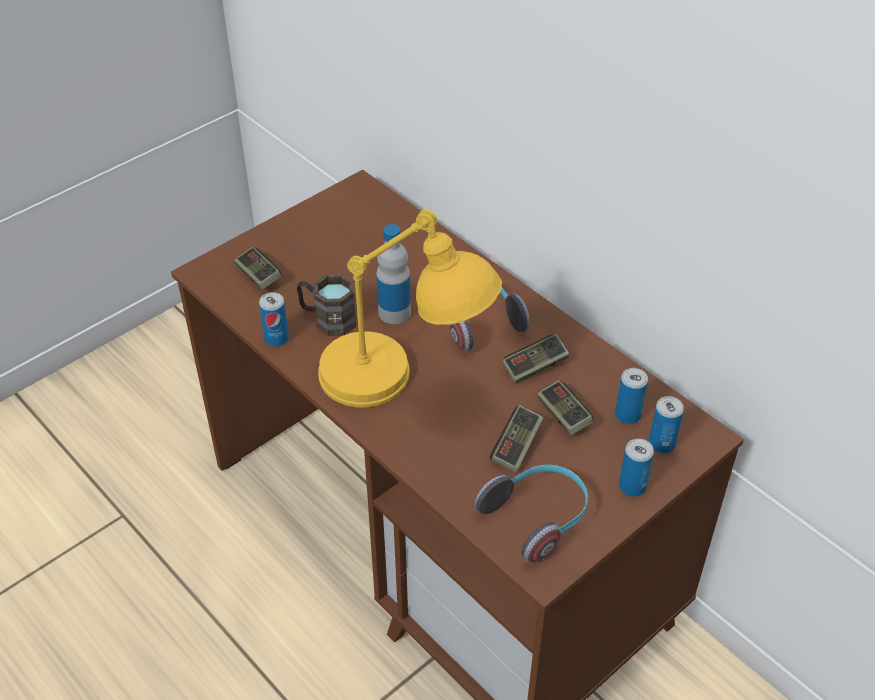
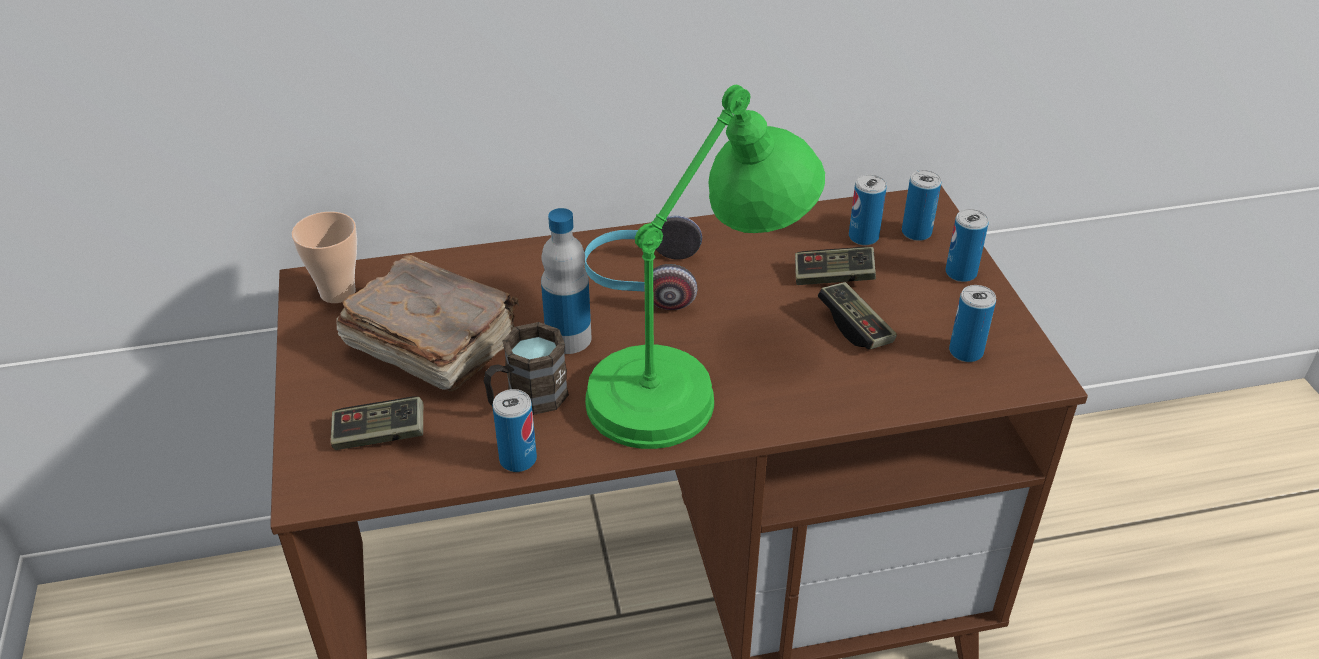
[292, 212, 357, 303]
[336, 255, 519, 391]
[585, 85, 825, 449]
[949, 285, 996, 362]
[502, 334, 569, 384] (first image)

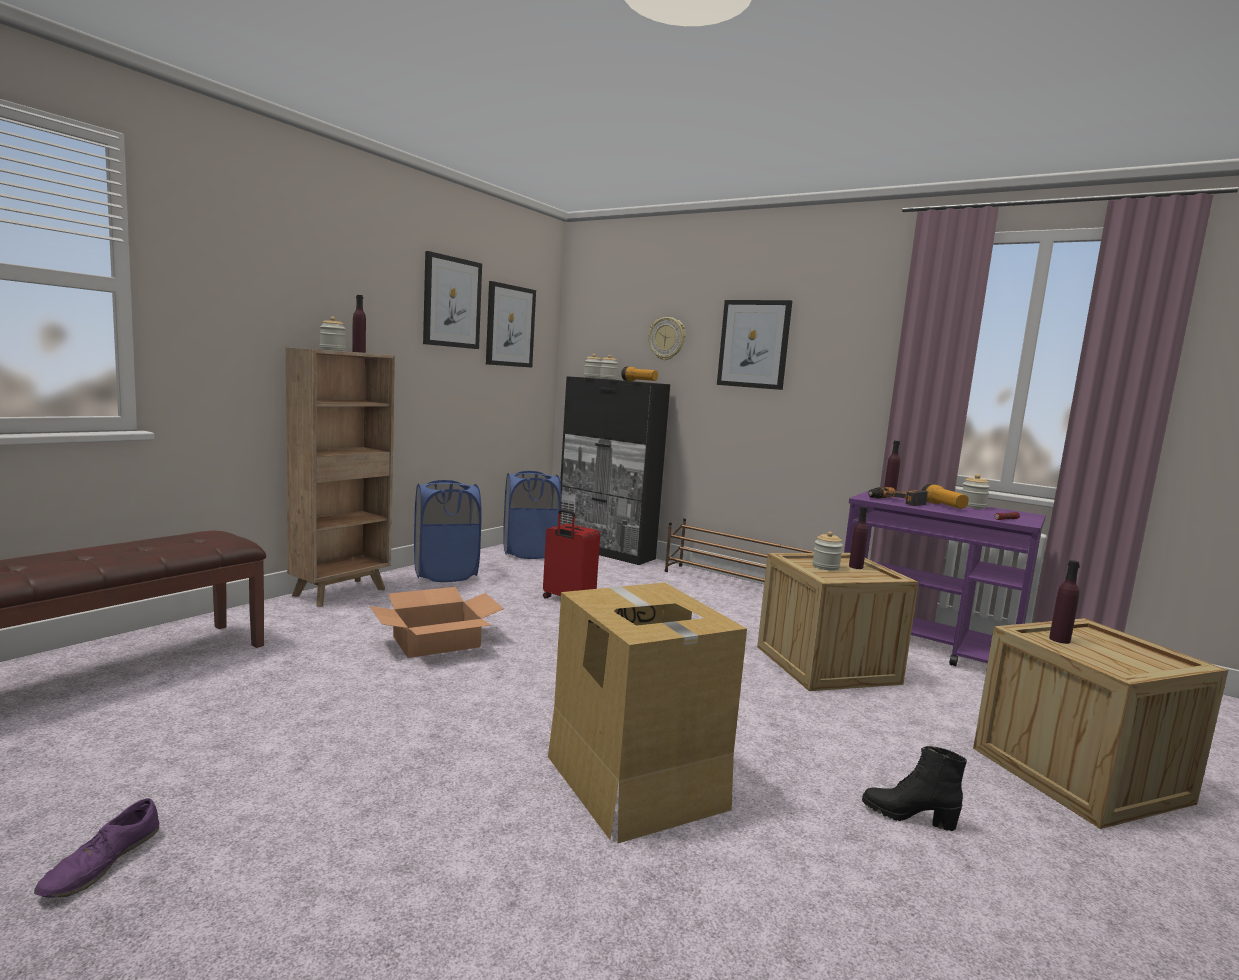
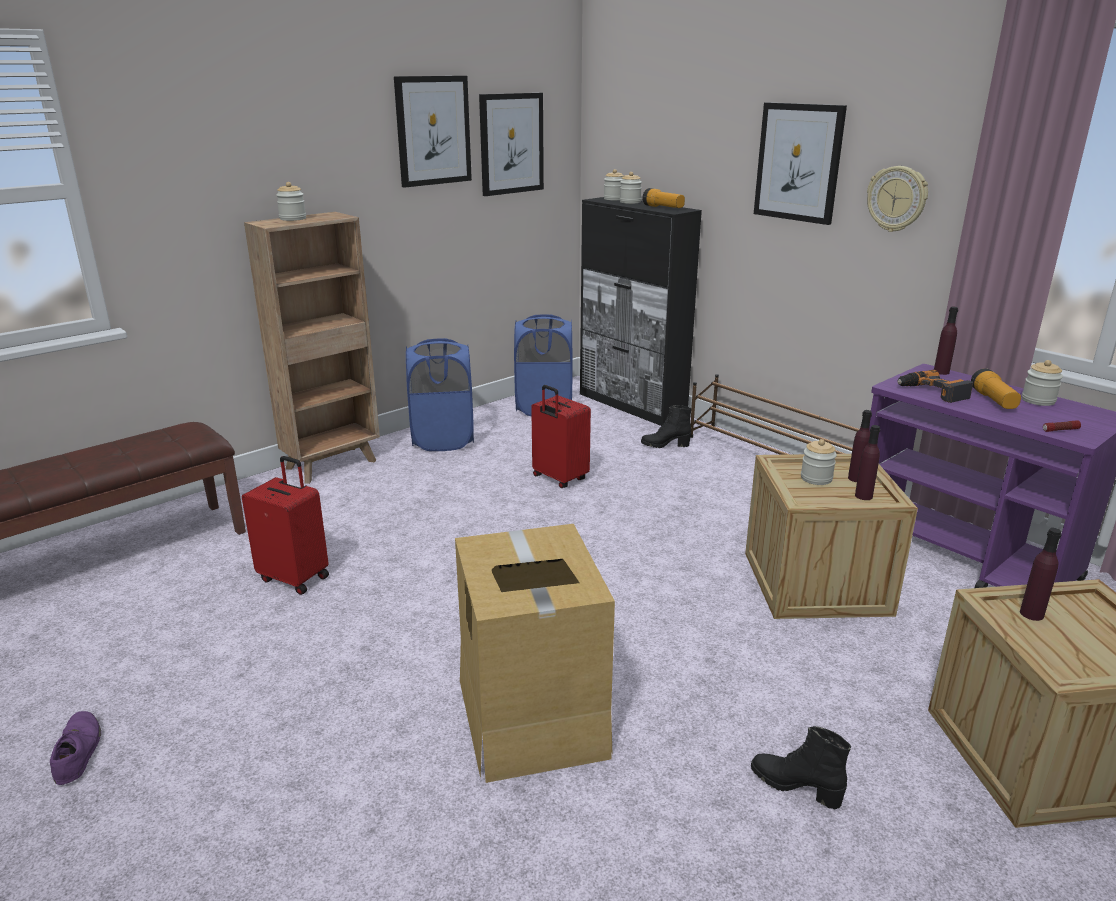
[50, 711, 101, 785]
[242, 456, 329, 595]
[641, 405, 692, 448]
[855, 425, 880, 500]
[867, 166, 928, 232]
[370, 587, 504, 658] (first image)

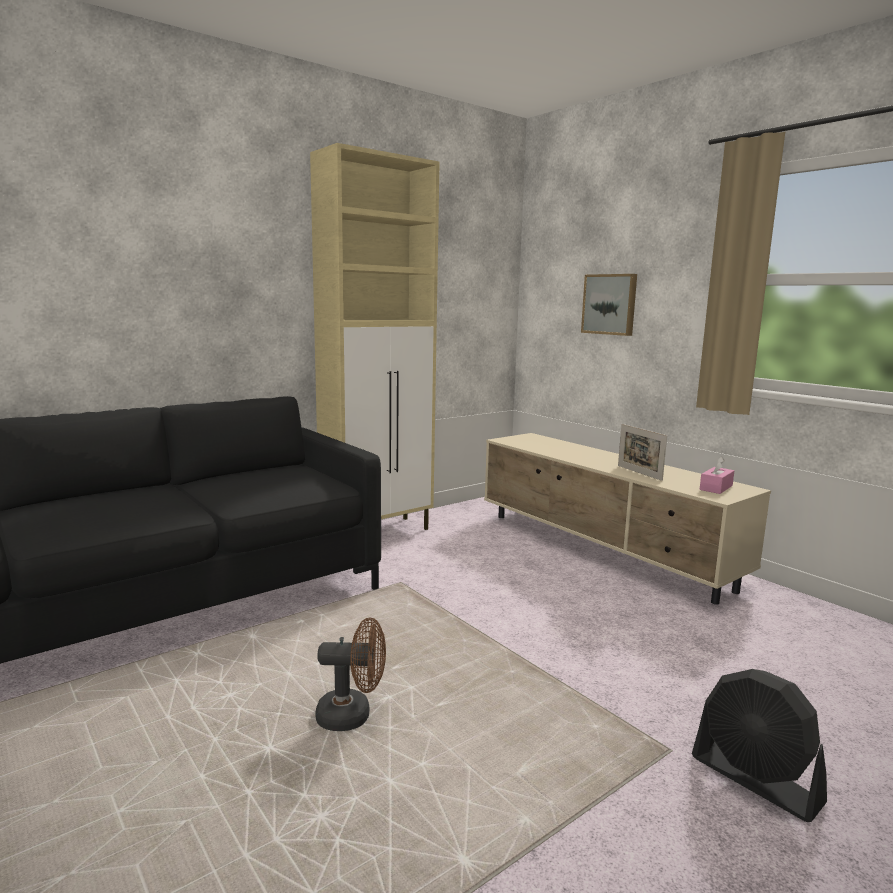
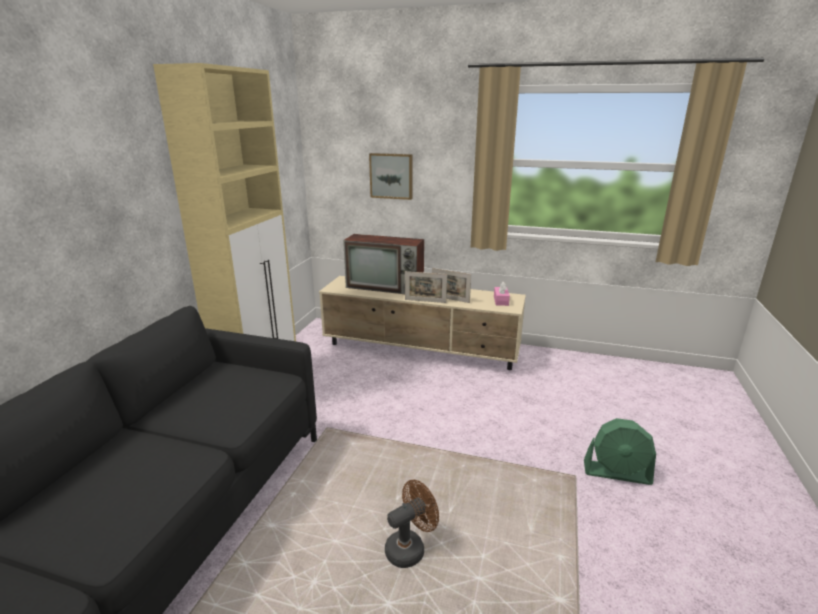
[343, 234, 424, 294]
[405, 271, 447, 303]
[584, 418, 656, 485]

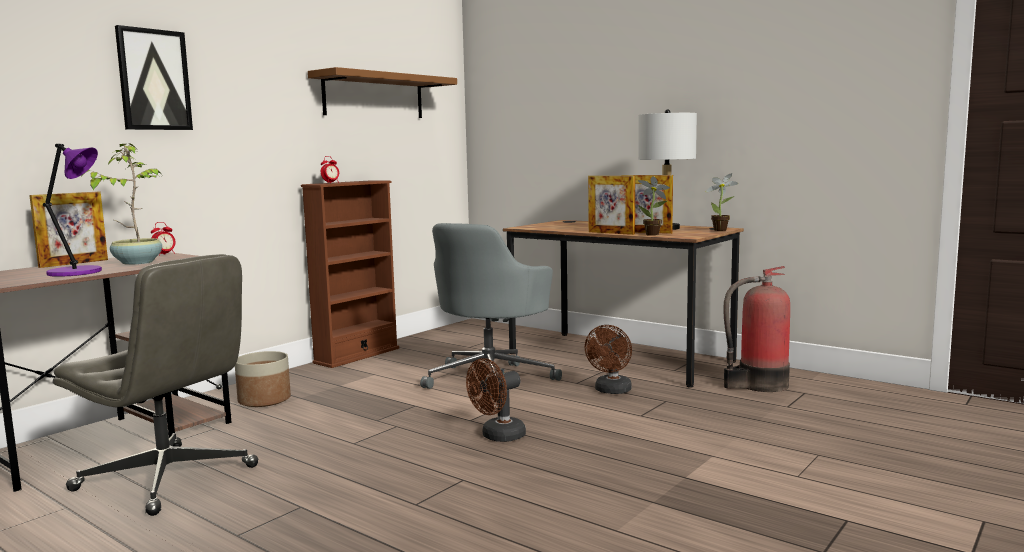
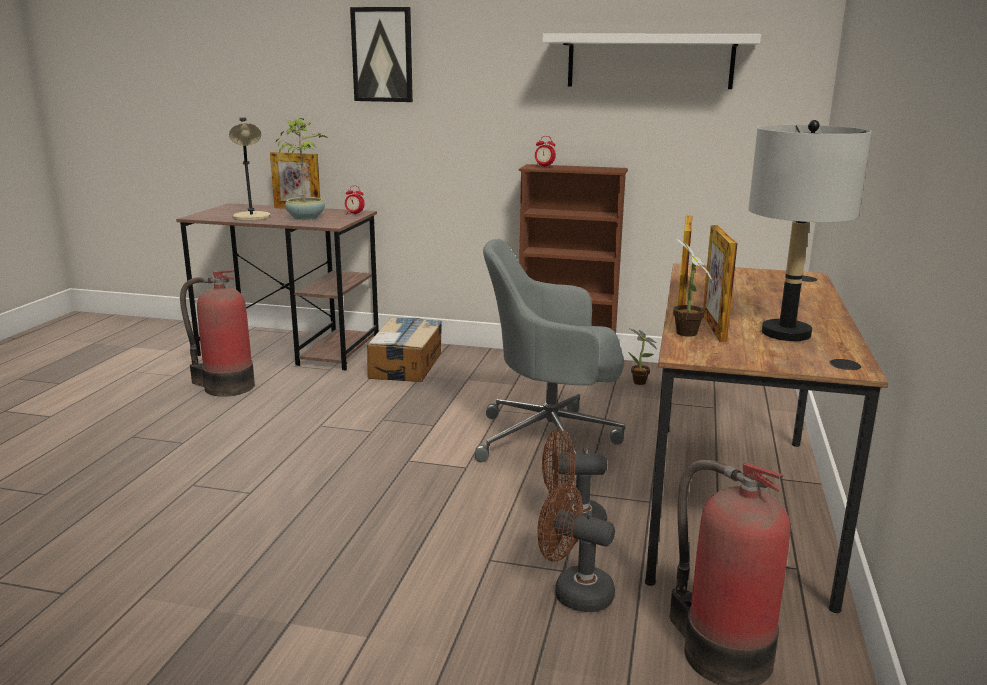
[180, 270, 255, 397]
[229, 118, 271, 221]
[367, 318, 442, 382]
[537, 483, 615, 613]
[542, 33, 761, 89]
[628, 328, 657, 385]

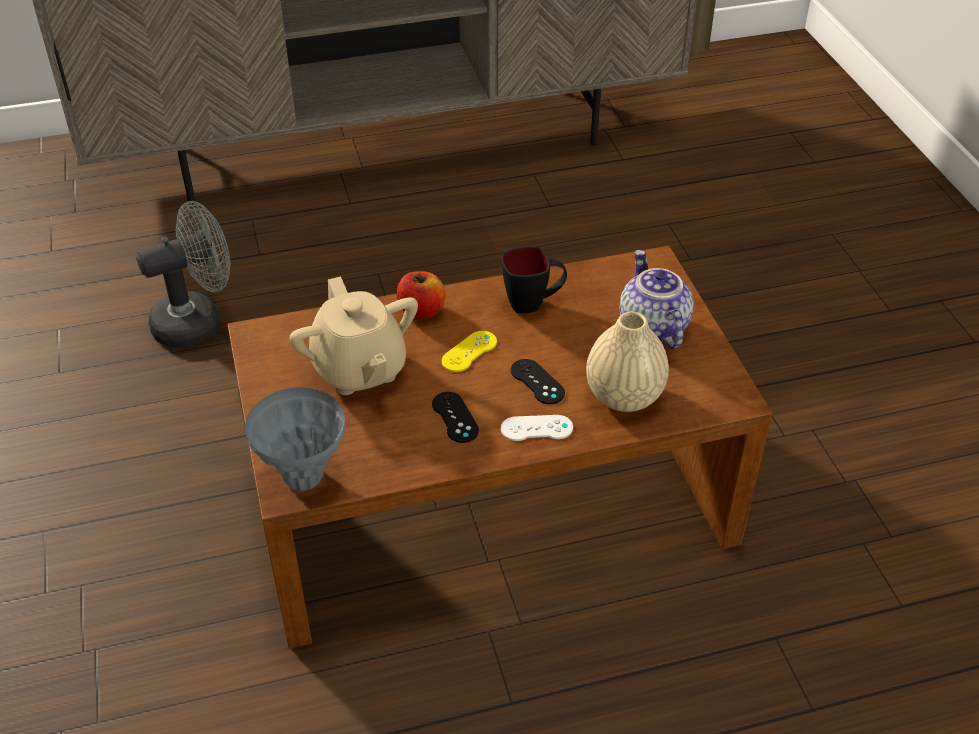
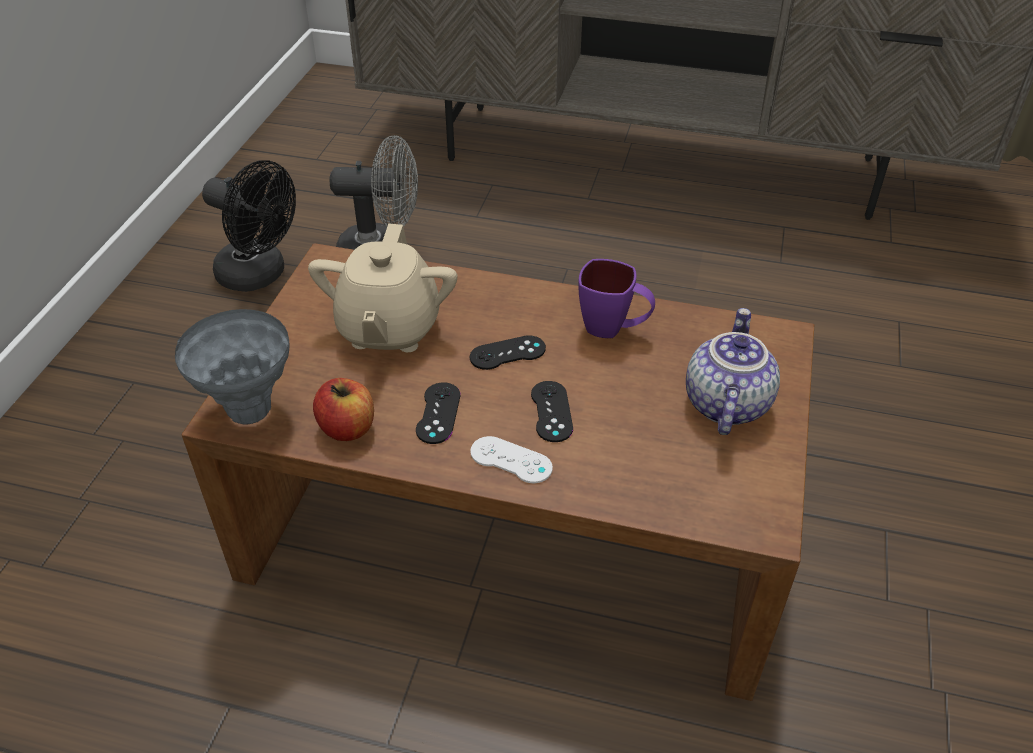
[202, 160, 296, 292]
[313, 378, 374, 441]
[470, 335, 546, 370]
[578, 259, 655, 338]
[586, 312, 669, 412] (first image)

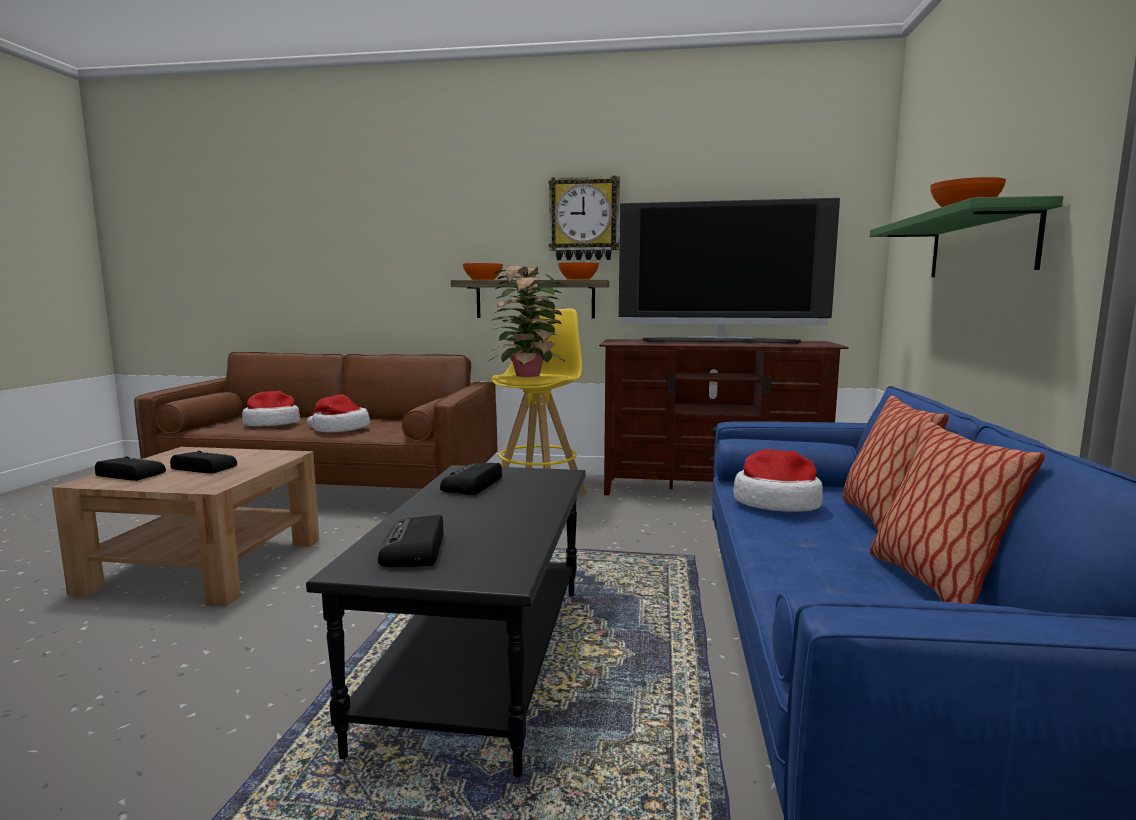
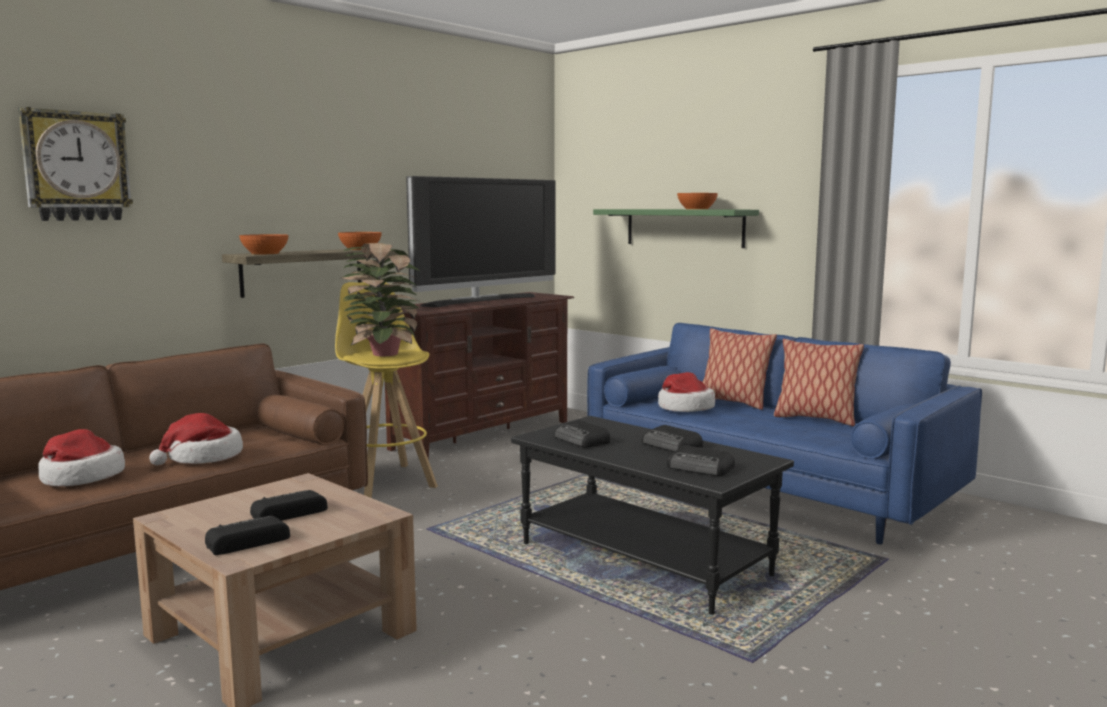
[18, 107, 133, 221]
[642, 425, 703, 452]

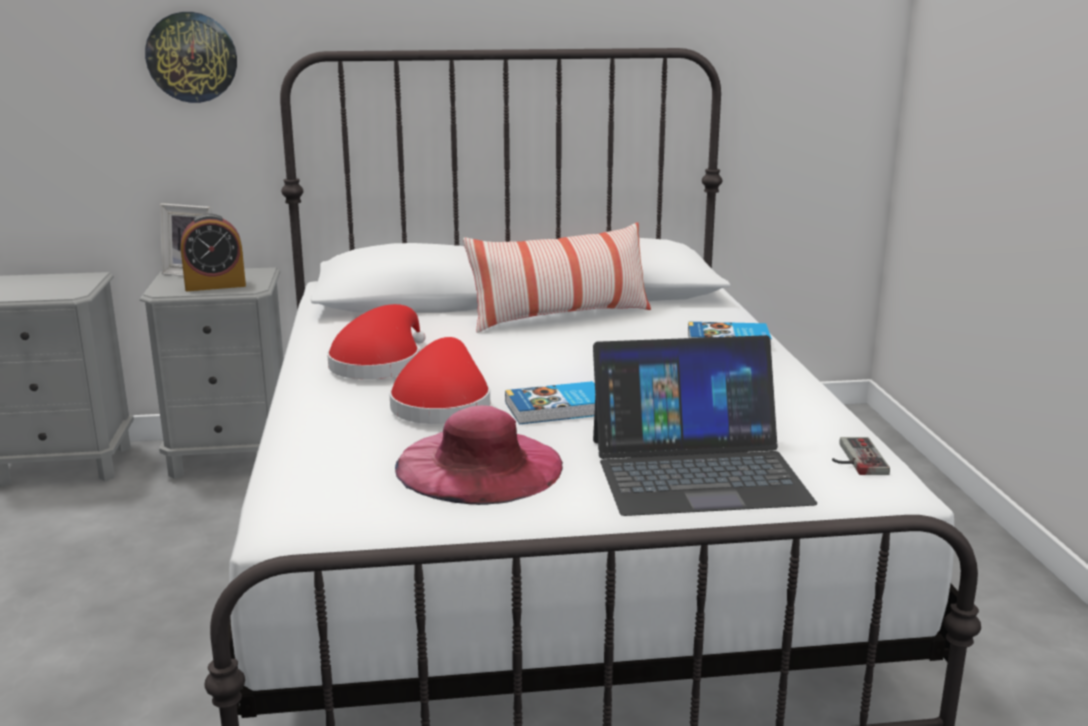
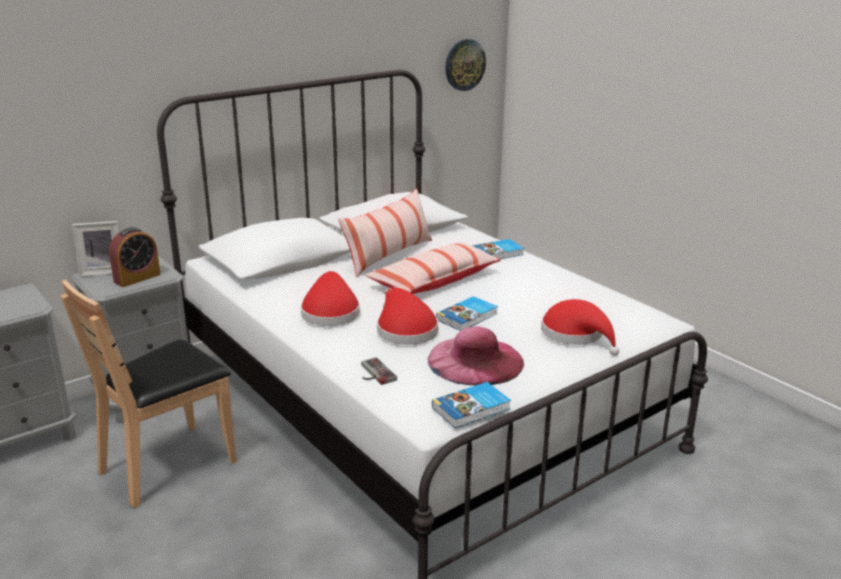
[61, 279, 237, 508]
[361, 357, 397, 385]
[365, 243, 501, 294]
[432, 382, 511, 428]
[445, 39, 486, 91]
[541, 299, 619, 356]

